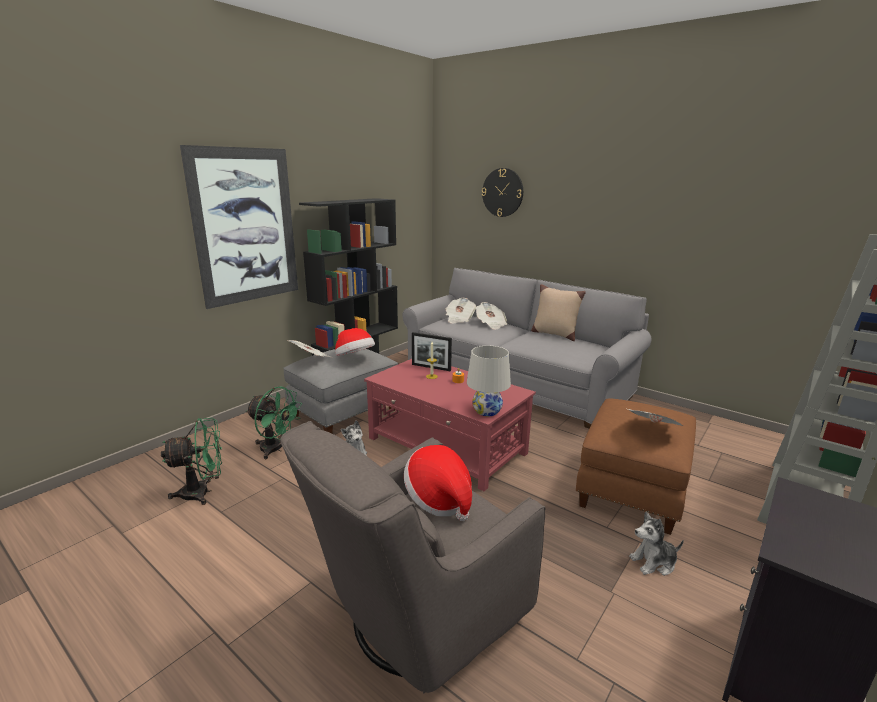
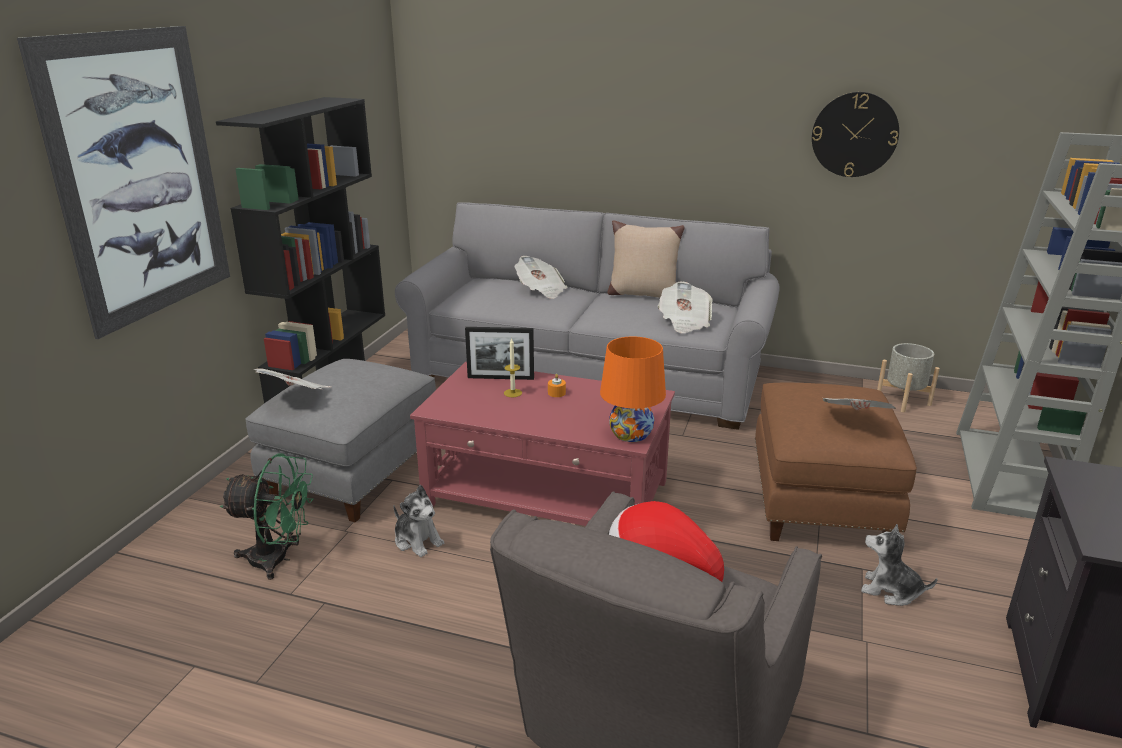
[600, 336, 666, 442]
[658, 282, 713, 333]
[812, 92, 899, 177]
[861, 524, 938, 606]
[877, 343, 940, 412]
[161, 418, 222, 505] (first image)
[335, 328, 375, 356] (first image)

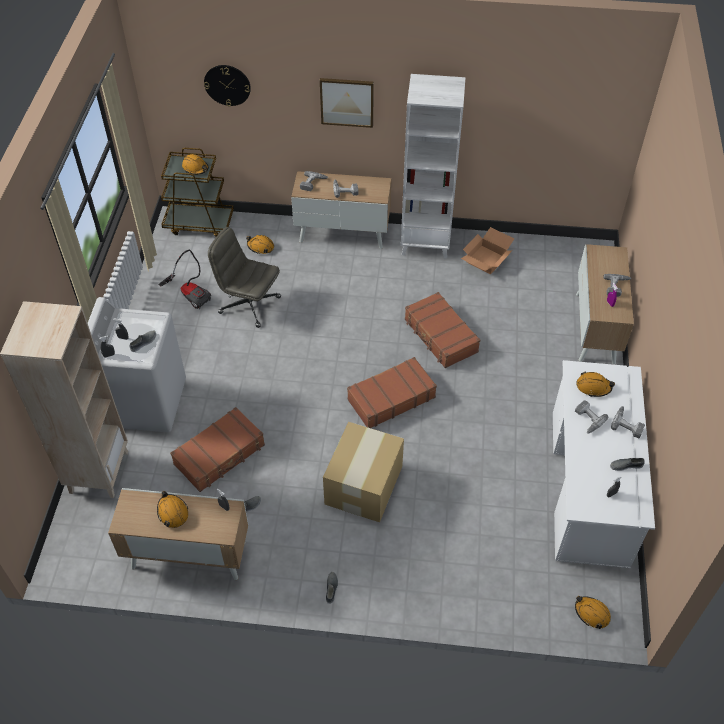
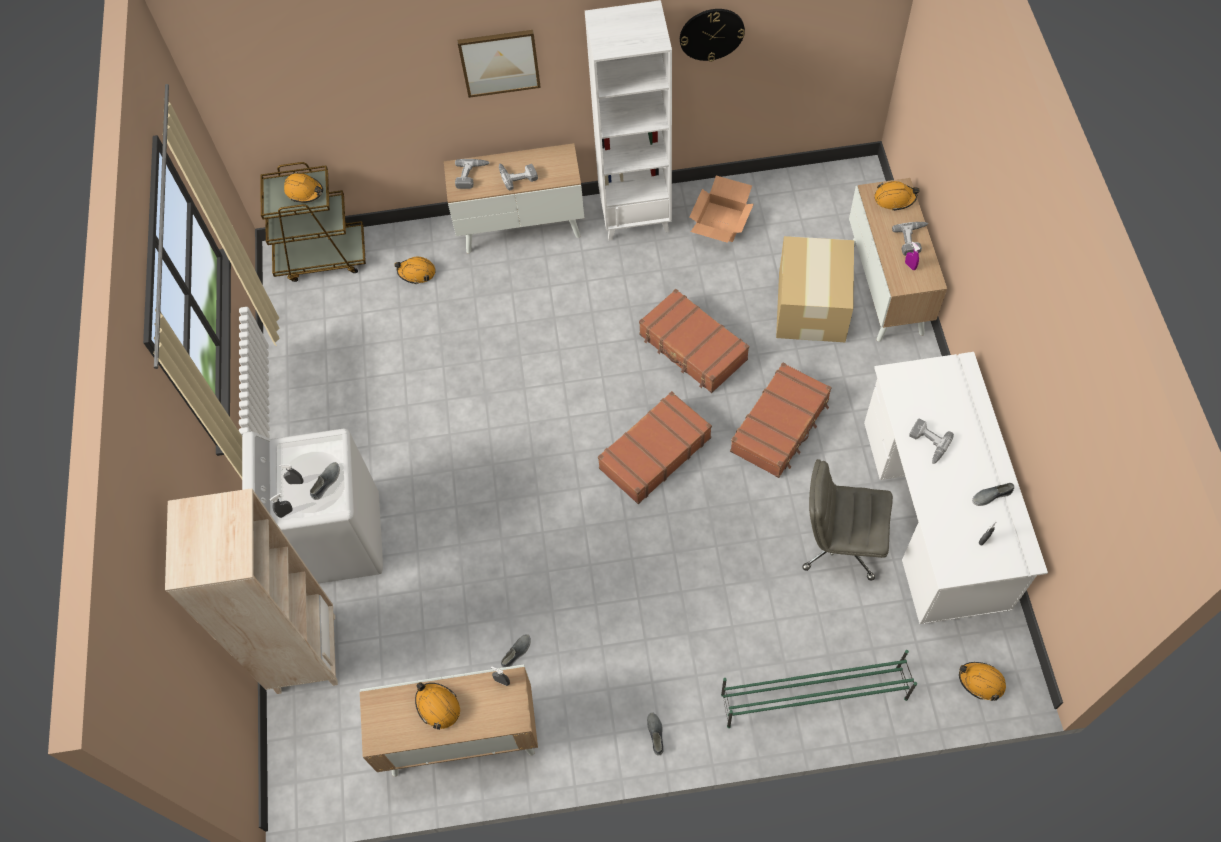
[680, 9, 745, 62]
[721, 650, 917, 728]
[730, 363, 832, 478]
[776, 236, 854, 342]
[803, 459, 893, 581]
[874, 181, 920, 211]
[159, 250, 211, 309] (first image)
[611, 406, 645, 438] (first image)

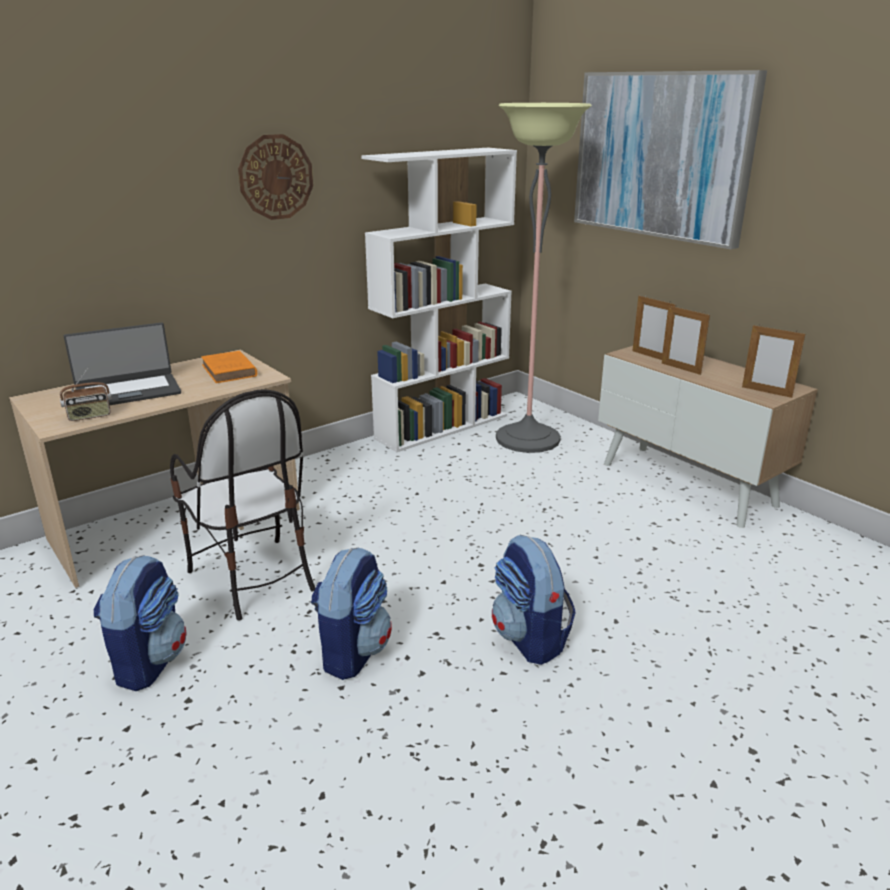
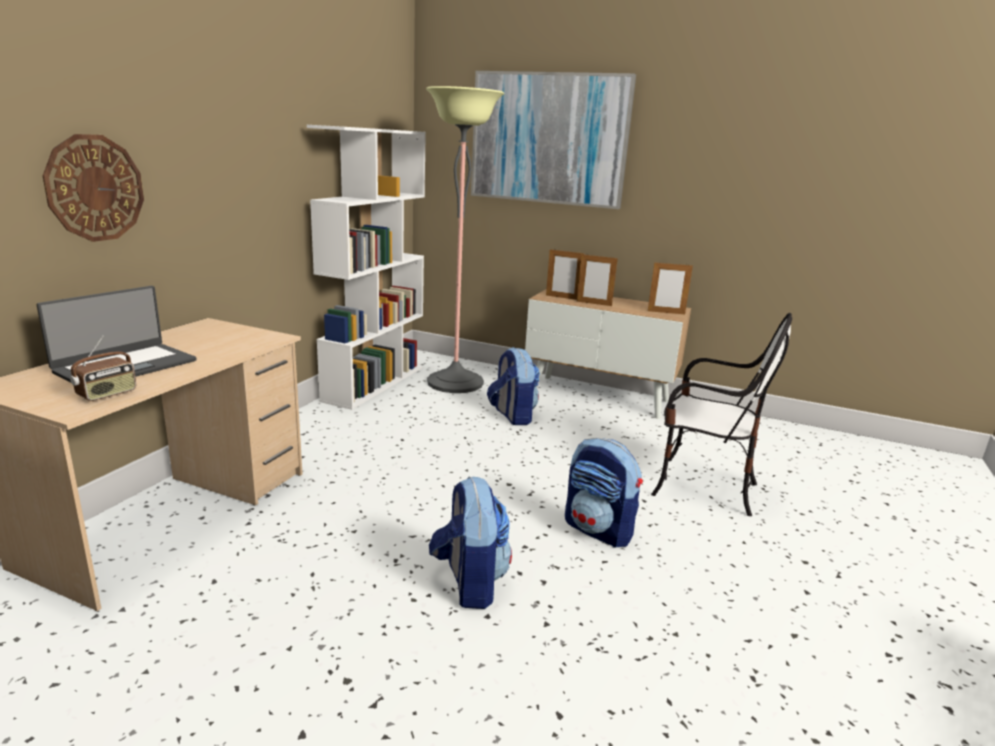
[43, 134, 144, 242]
[487, 347, 540, 425]
[651, 313, 792, 516]
[201, 351, 257, 383] (first image)

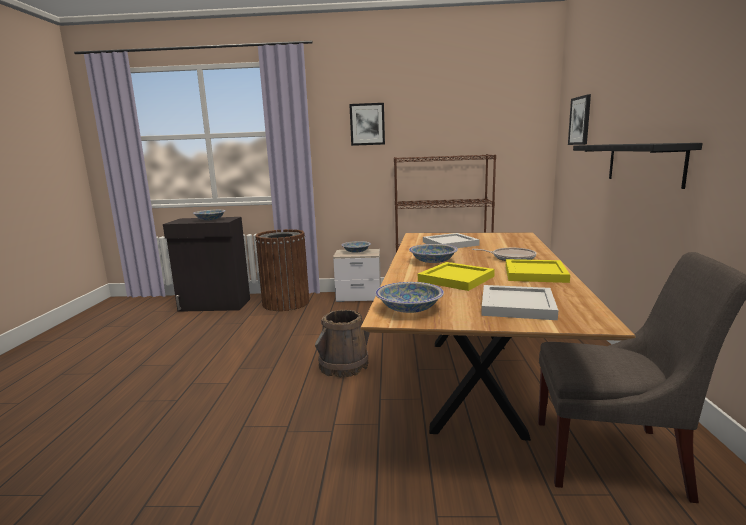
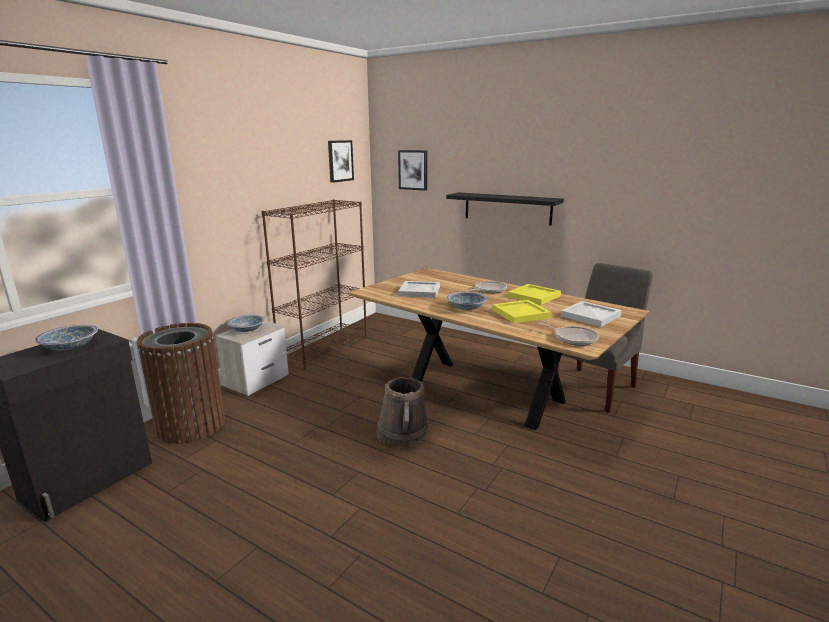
[328, 140, 354, 183]
[538, 323, 599, 346]

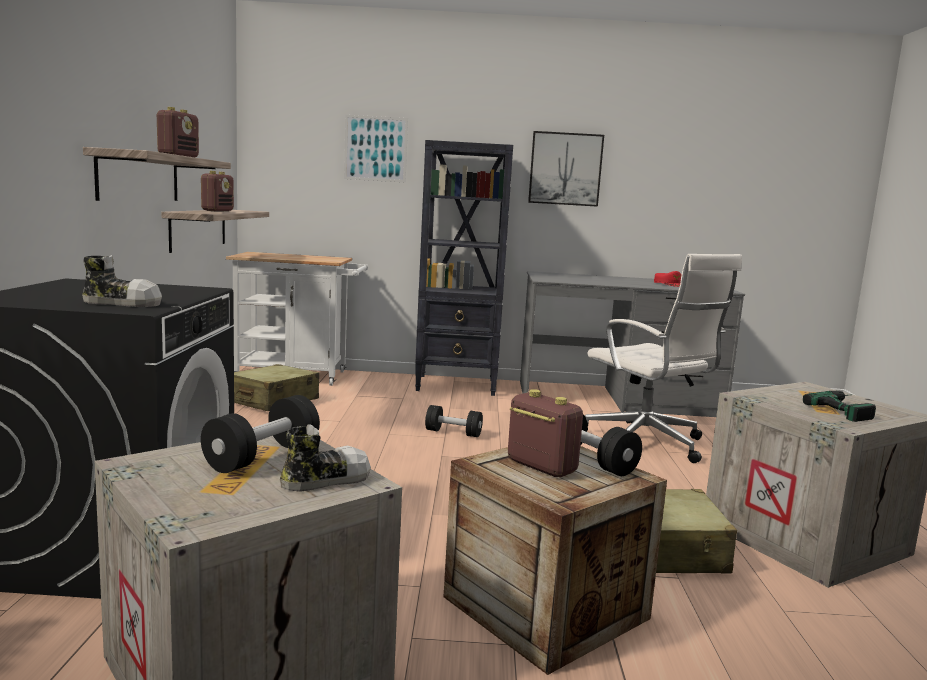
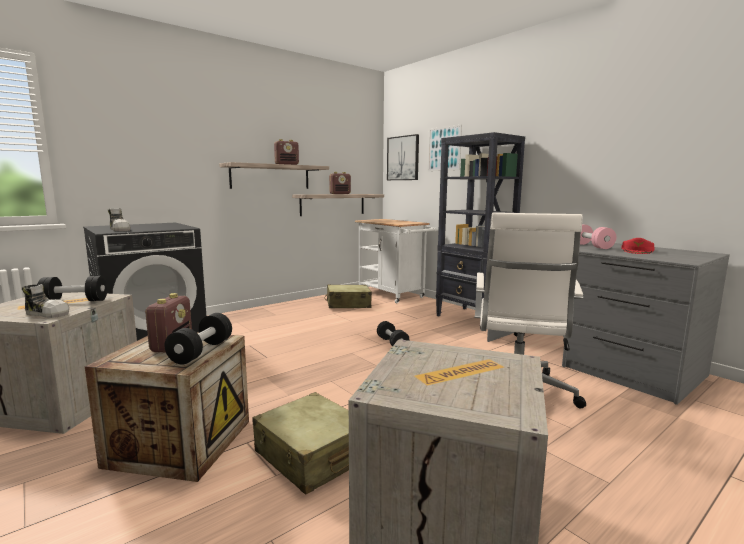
[387, 134, 419, 180]
[580, 224, 616, 249]
[803, 391, 876, 422] (first image)

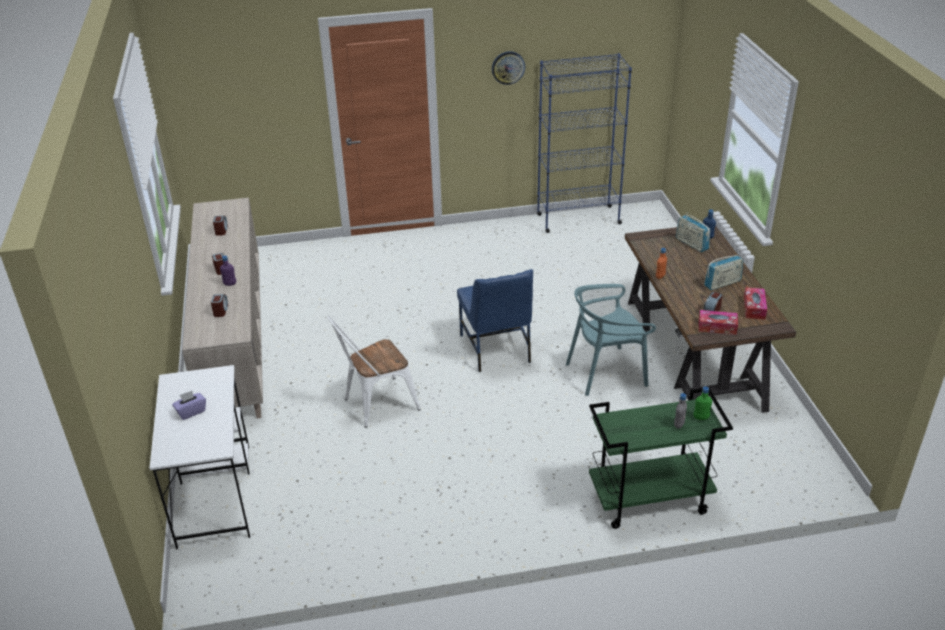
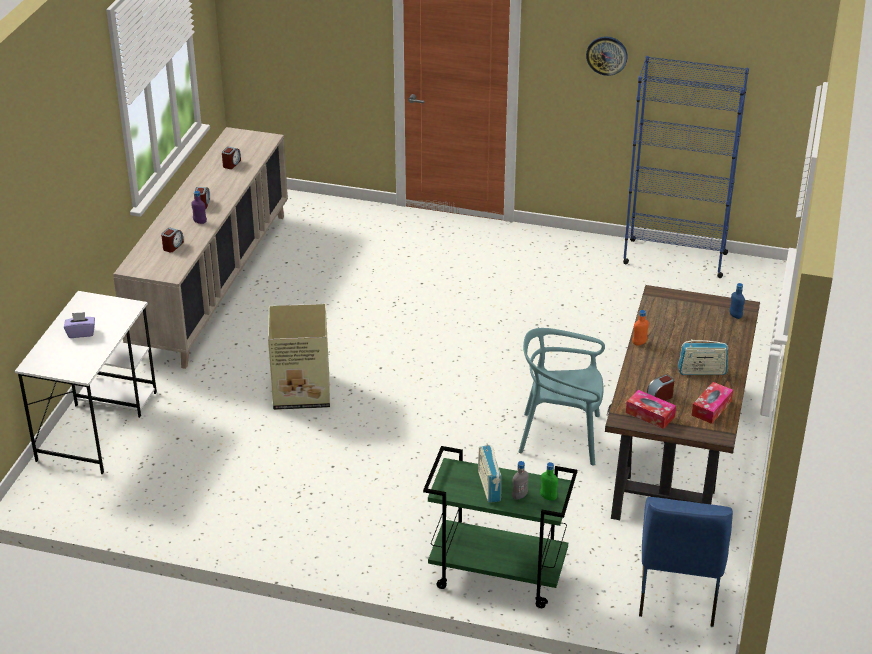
[268, 304, 330, 410]
[478, 443, 501, 503]
[639, 497, 733, 627]

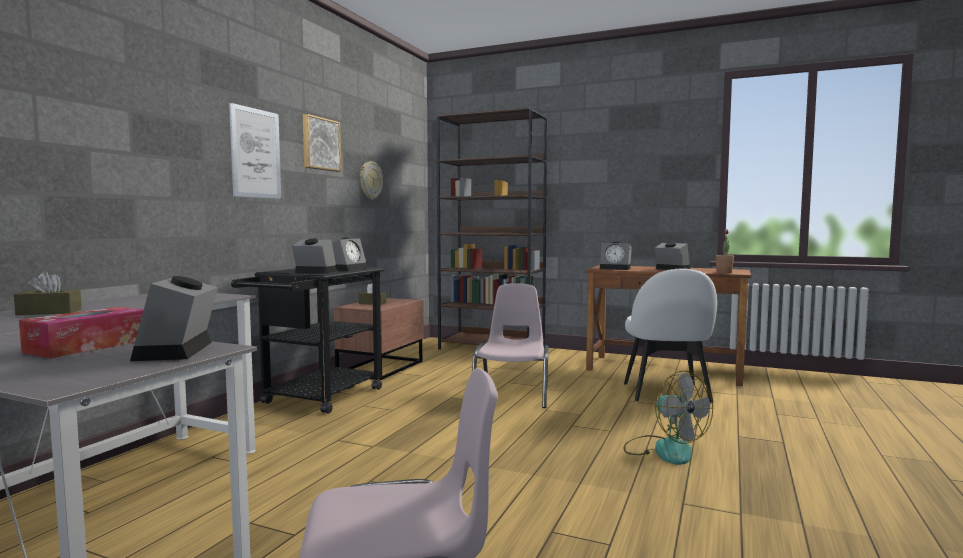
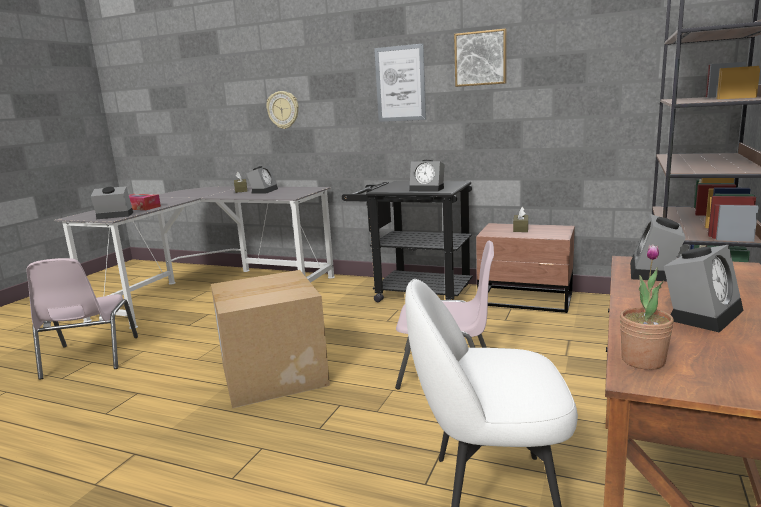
[211, 270, 330, 408]
[246, 166, 278, 194]
[266, 91, 299, 129]
[624, 371, 713, 465] (first image)

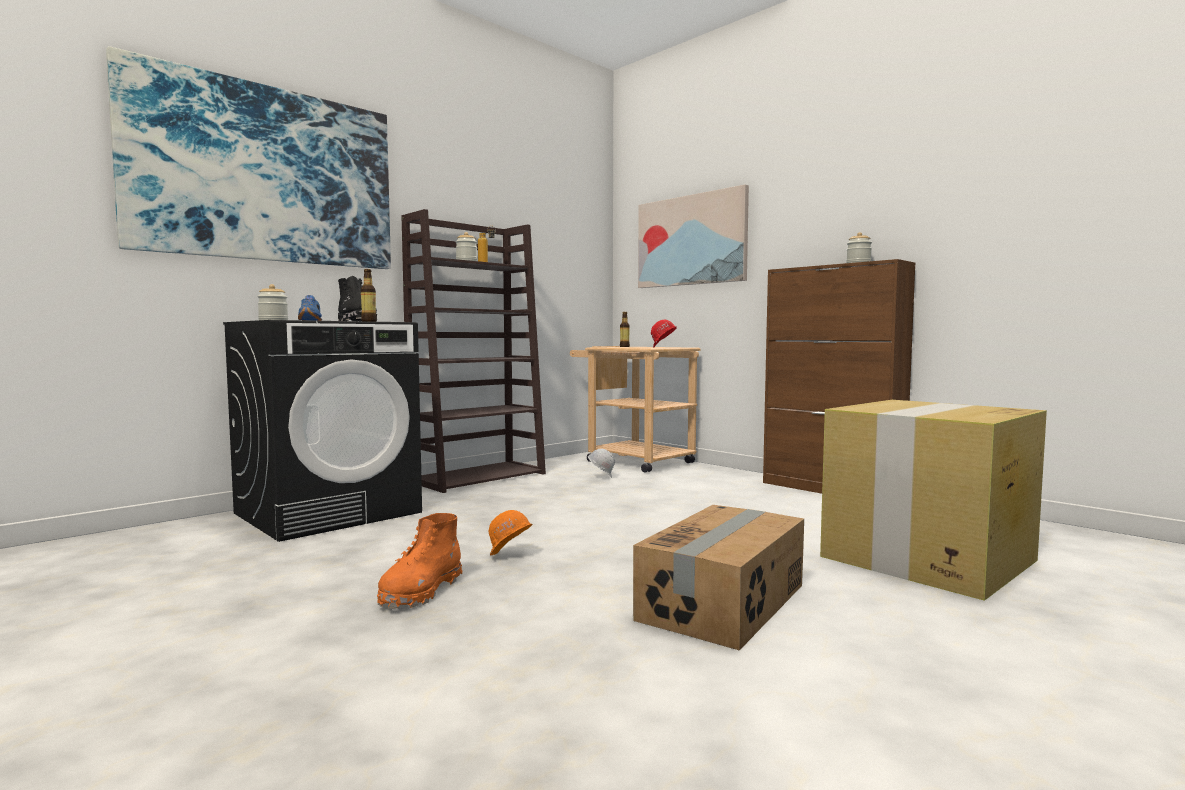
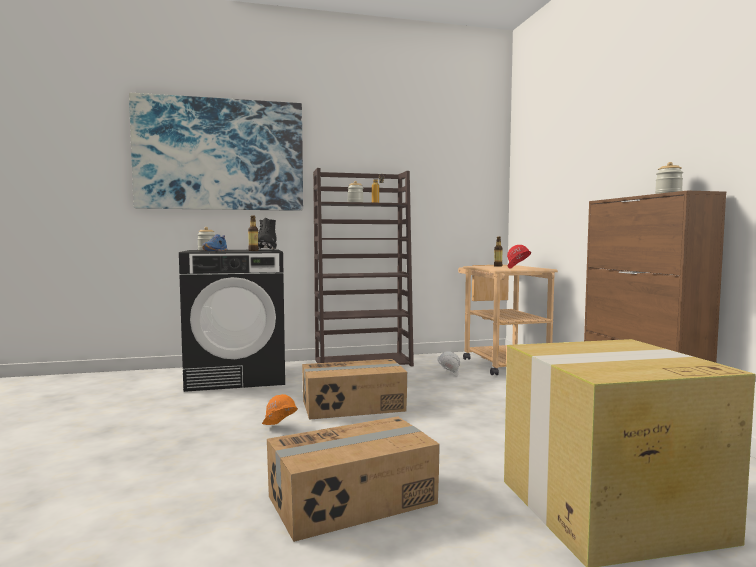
[302, 359, 407, 420]
[377, 513, 463, 609] (first image)
[638, 184, 749, 288] (first image)

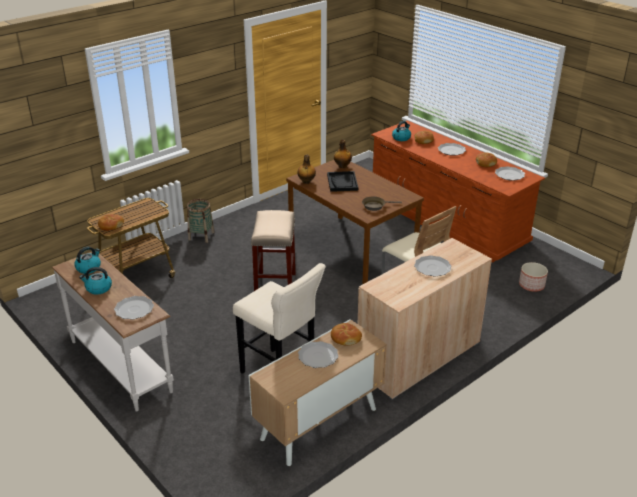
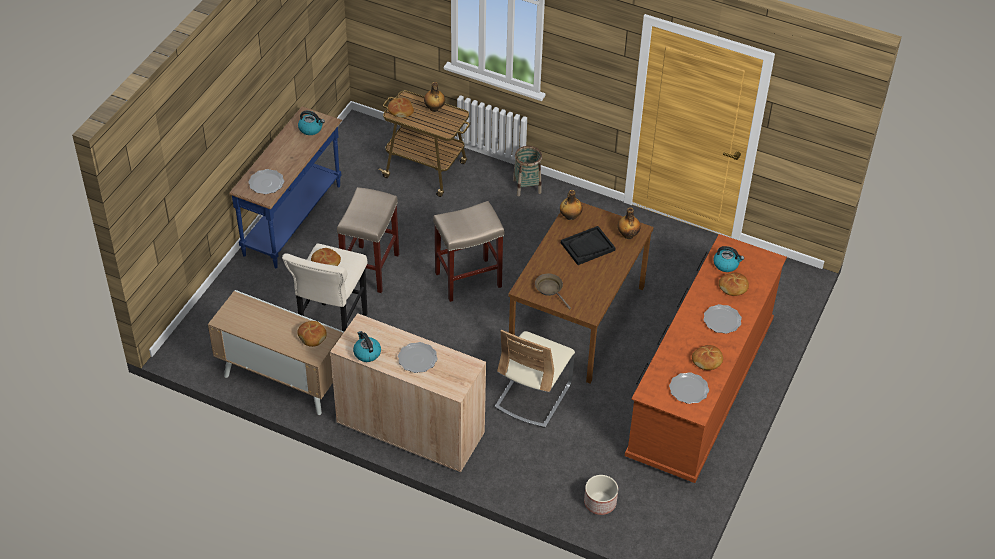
[229, 106, 342, 268]
[311, 248, 341, 266]
[337, 187, 399, 293]
[353, 331, 381, 362]
[424, 82, 445, 112]
[298, 341, 339, 368] (first image)

